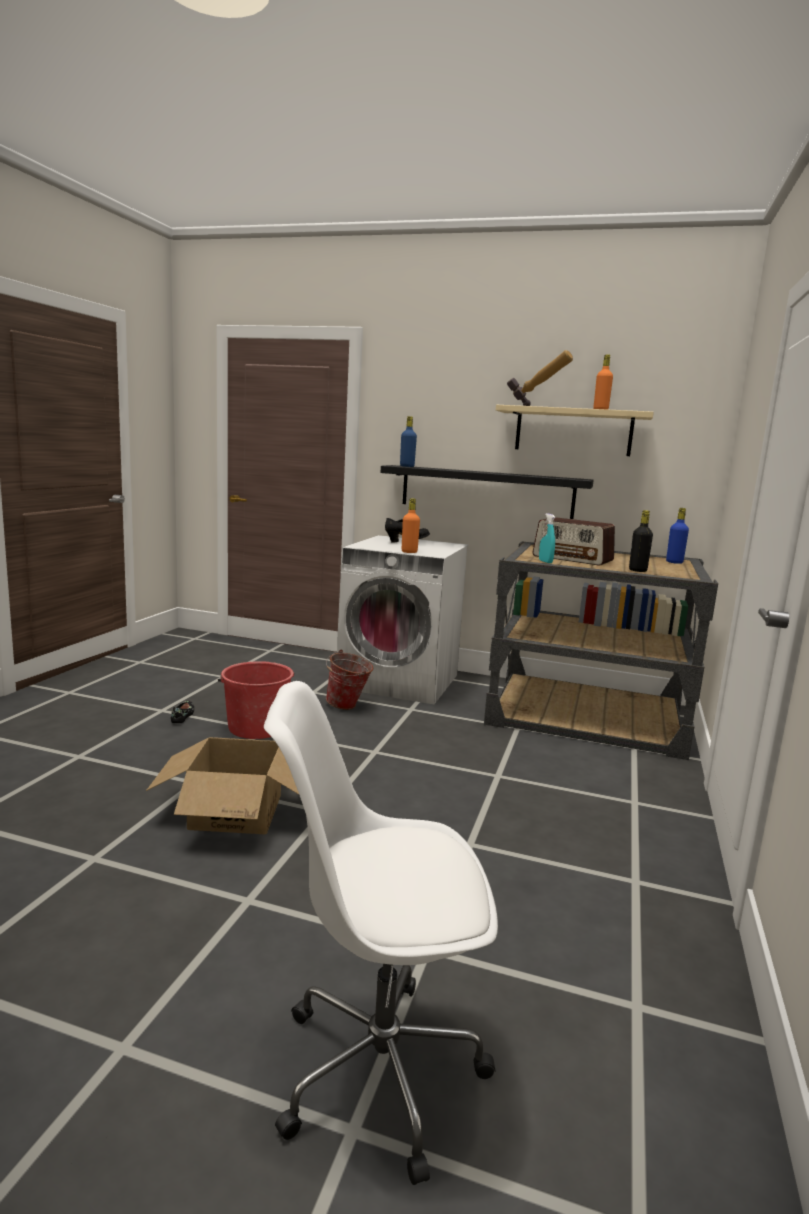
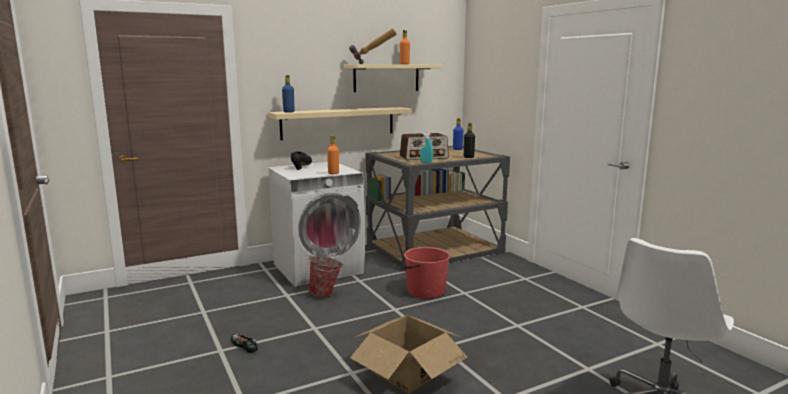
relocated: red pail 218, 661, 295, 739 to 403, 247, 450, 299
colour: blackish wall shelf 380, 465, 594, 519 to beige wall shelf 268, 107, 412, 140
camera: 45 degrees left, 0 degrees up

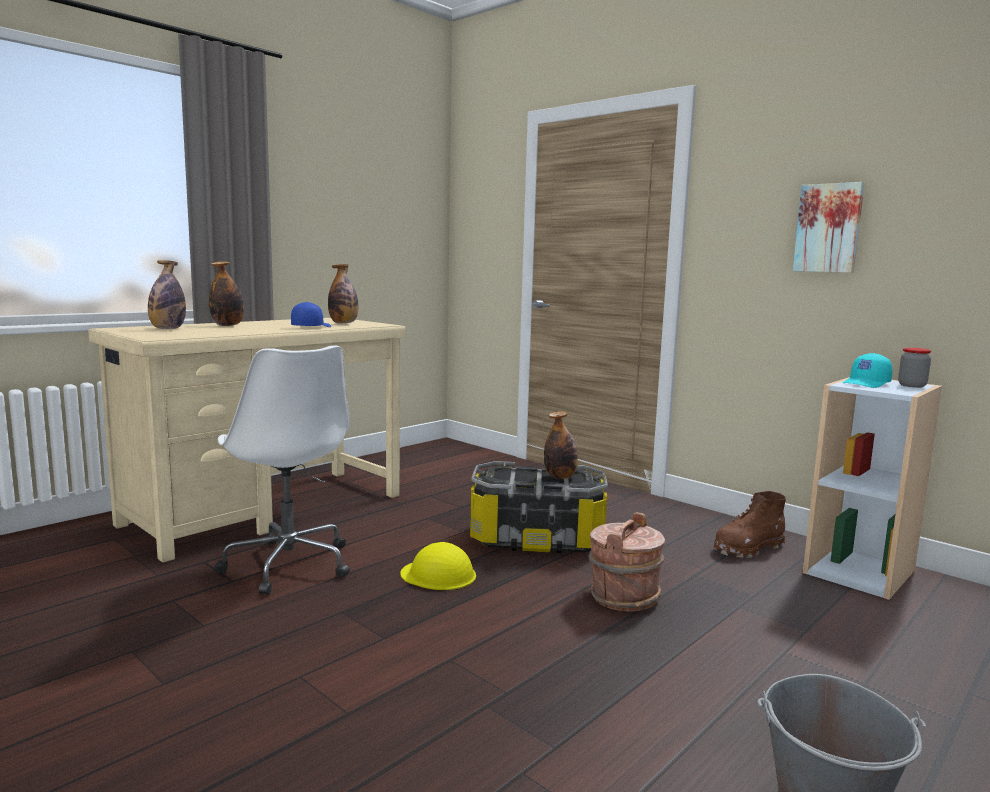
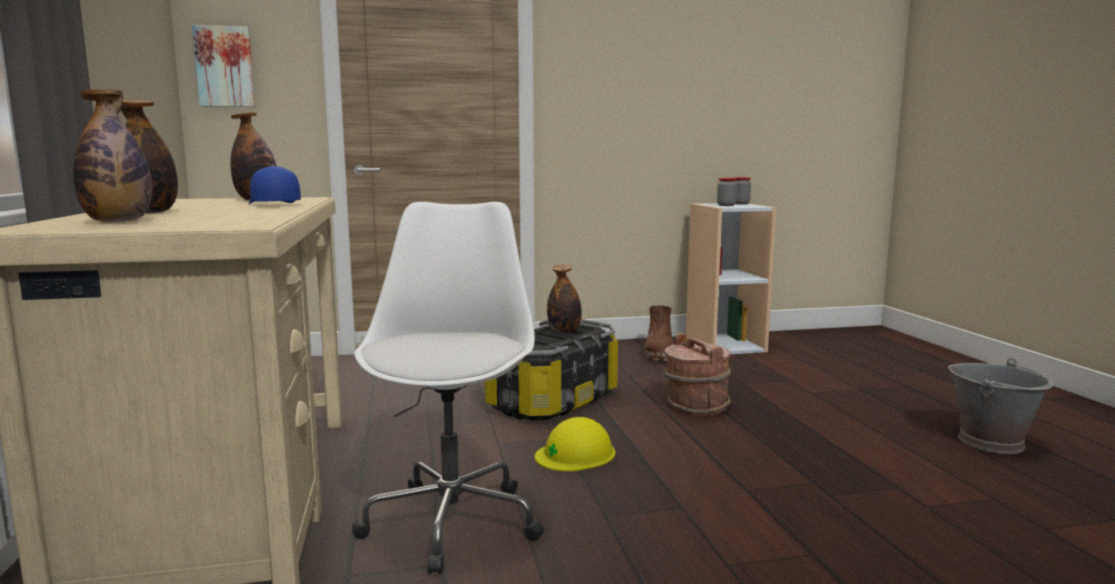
relocated: wall picture 793, 182, 865, 273 to 192, 25, 256, 107
exchanged: turquoise-coloured baseball cap 843, 353, 893, 388 to jar 717, 178, 737, 206
spun: whitish desk chair 214, 346, 350, 595 = 352, 202, 544, 574 90 degrees counterclockwise
camera: 55 degrees left, 0 degrees up

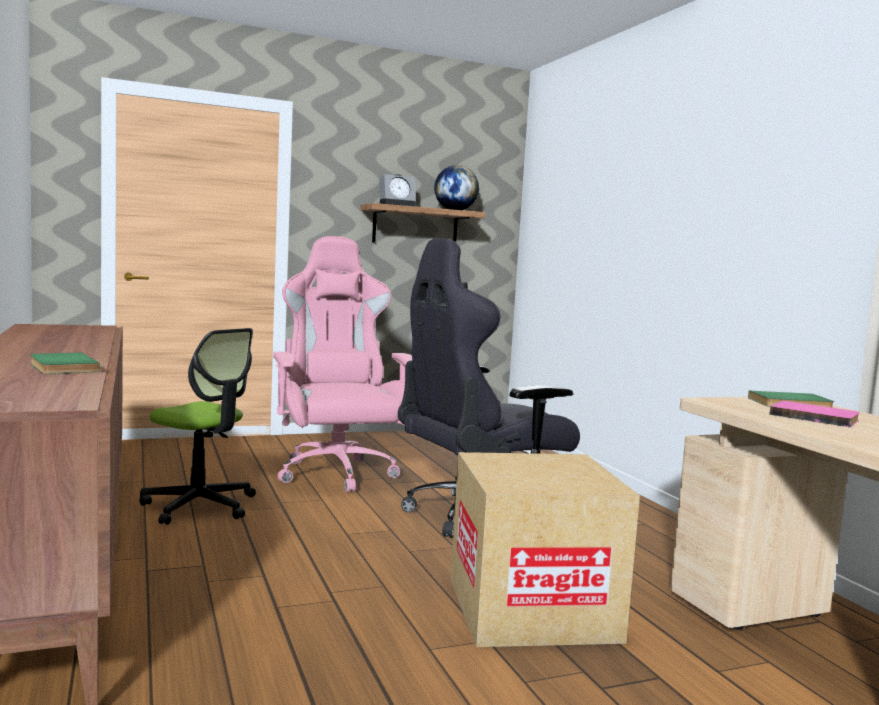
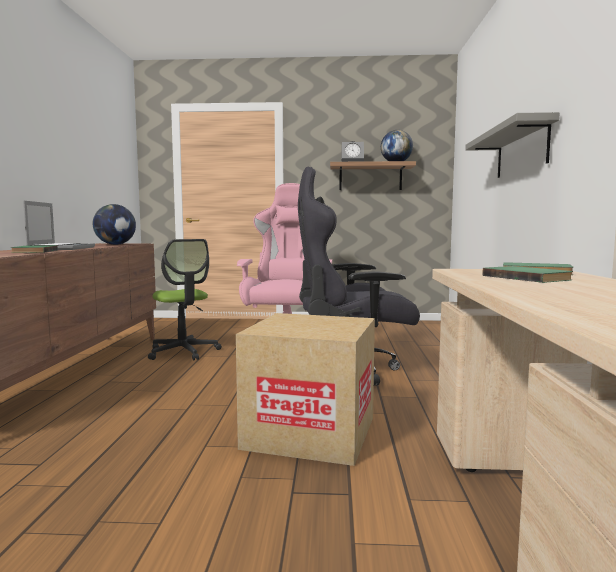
appeared: portable computer 23, 201, 95, 250; desk globe 93, 204, 136, 245; grey wall shelf 465, 112, 559, 178
colour: pinkish bound book 769, 401, 860, 427 to green-coloured bound book 482, 266, 573, 283
camera: 25 degrees right, 0 degrees up

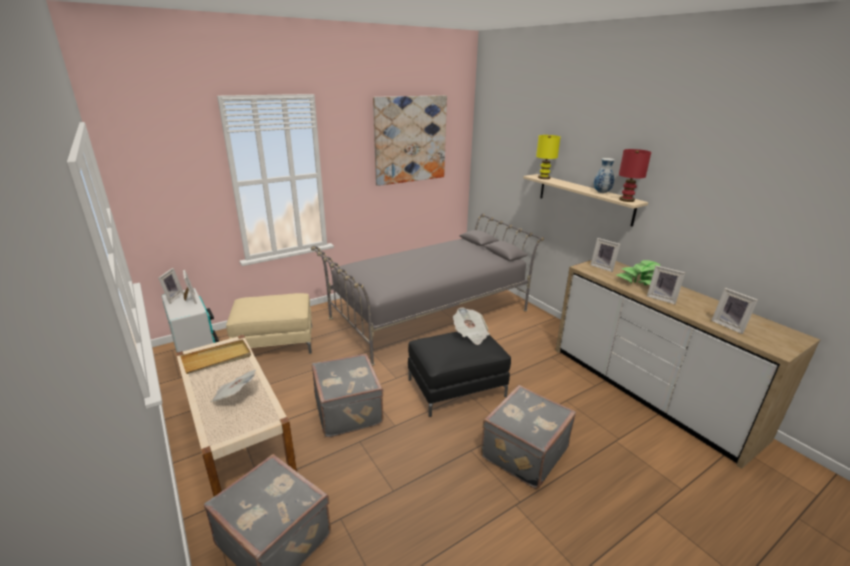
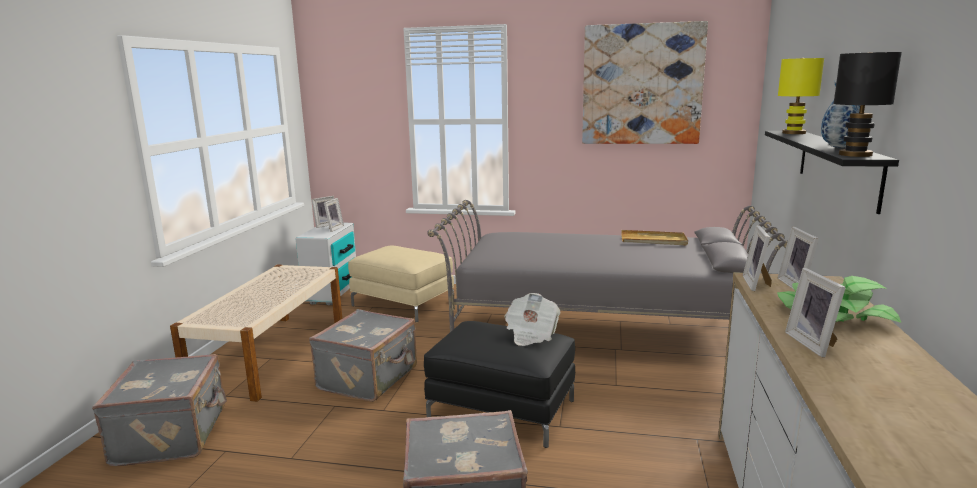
missing: newspaper 211, 370, 256, 402
relocated: beige tray 180, 339, 251, 374 to 621, 230, 688, 246; photo frame 711, 288, 758, 334 to 743, 225, 772, 291
colour: beige wall shelf 523, 174, 648, 227 to blackish wall shelf 765, 131, 899, 214; red tabletop lamp 619, 149, 651, 202 to blackish tabletop lamp 833, 52, 902, 157
camera: 45 degrees right, 10 degrees down

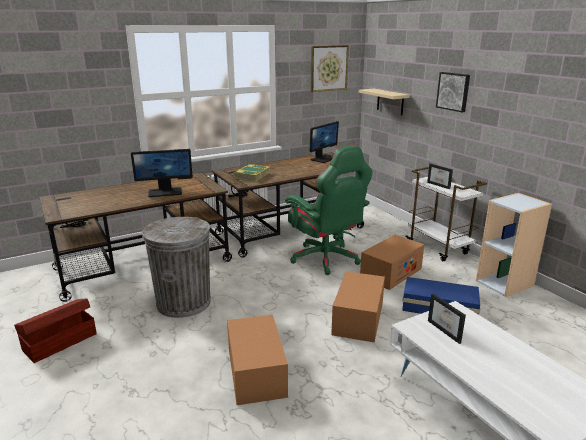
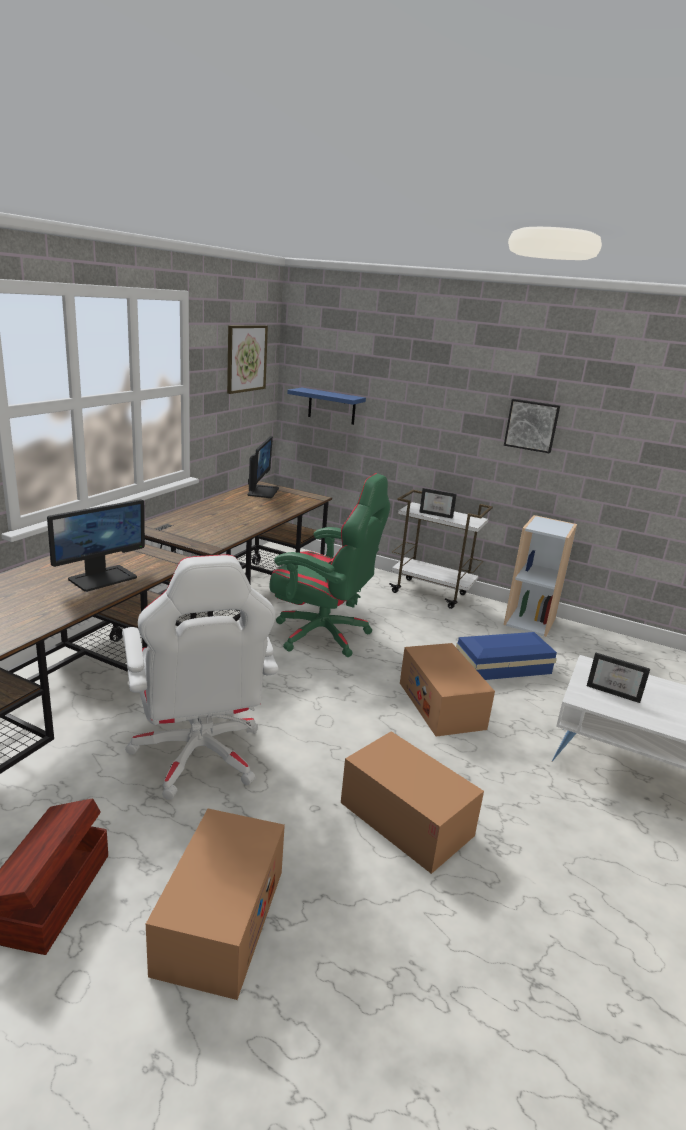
missing: bound book 233, 164, 270, 181
relocated: packing box 360, 235, 424, 290 to 146, 809, 285, 1000; wall picture 436, 72, 470, 112 to 504, 399, 560, 454
exchanged: grey rubbish bin 142, 217, 211, 318 to whitish desk chair 122, 555, 279, 800
colour: beige wall shelf 359, 89, 410, 115 to blue wall shelf 287, 387, 366, 425
camera: 35 degrees left, 0 degrees up

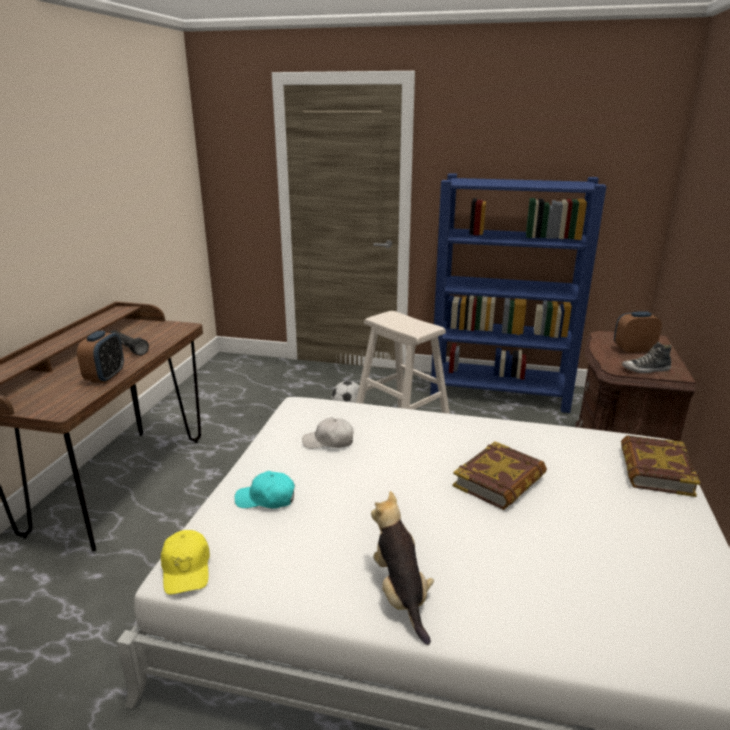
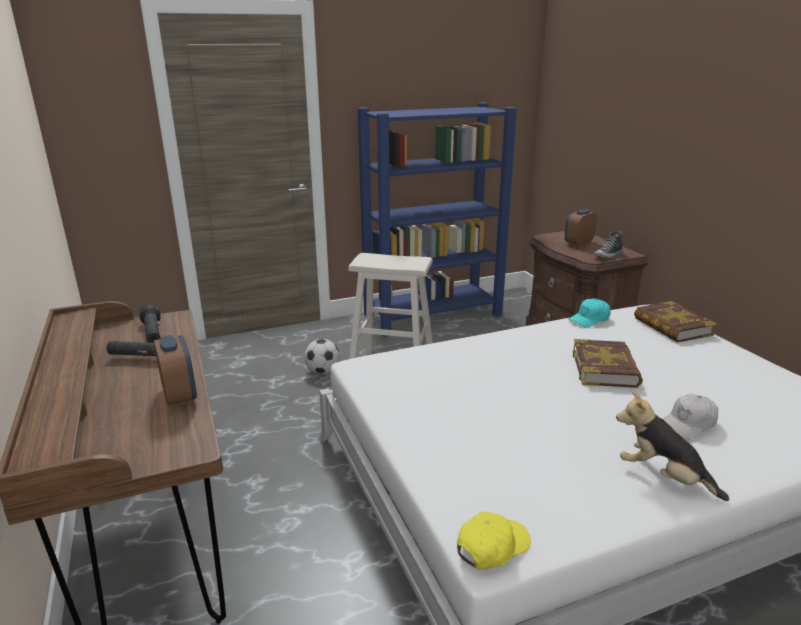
appeared: blackish flashlight 139, 304, 161, 343
relocated: turquoise-coloured baseball cap 235, 471, 295, 508 to 568, 298, 611, 327; whitish baseball cap 302, 417, 354, 449 to 663, 394, 718, 439
spun: yellow baseball cap 161, 530, 210, 595 = 457, 512, 531, 570 75 degrees counterclockwise
camera: 35 degrees left, 0 degrees up

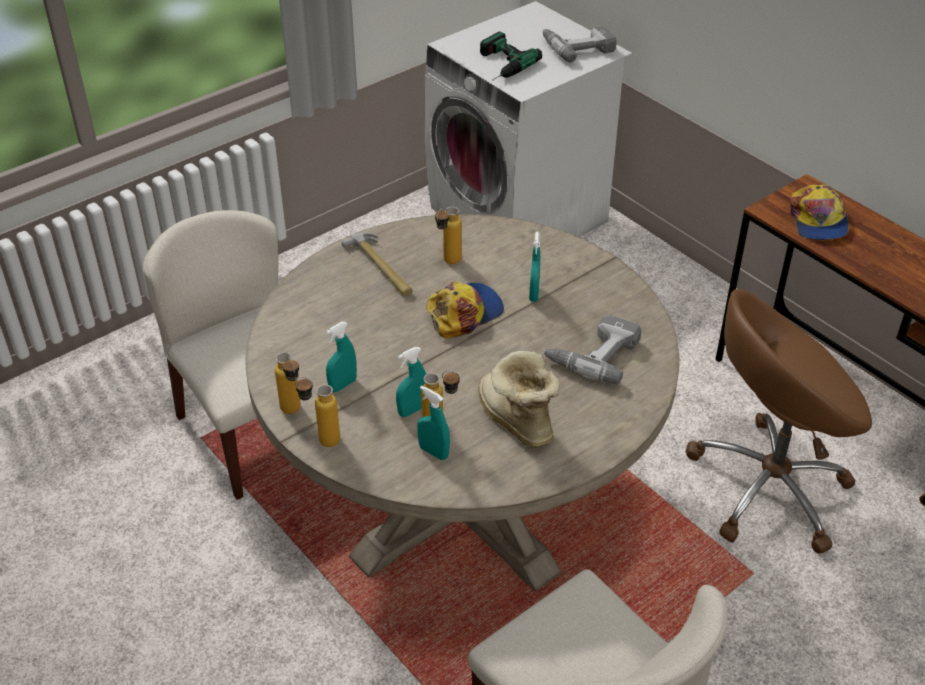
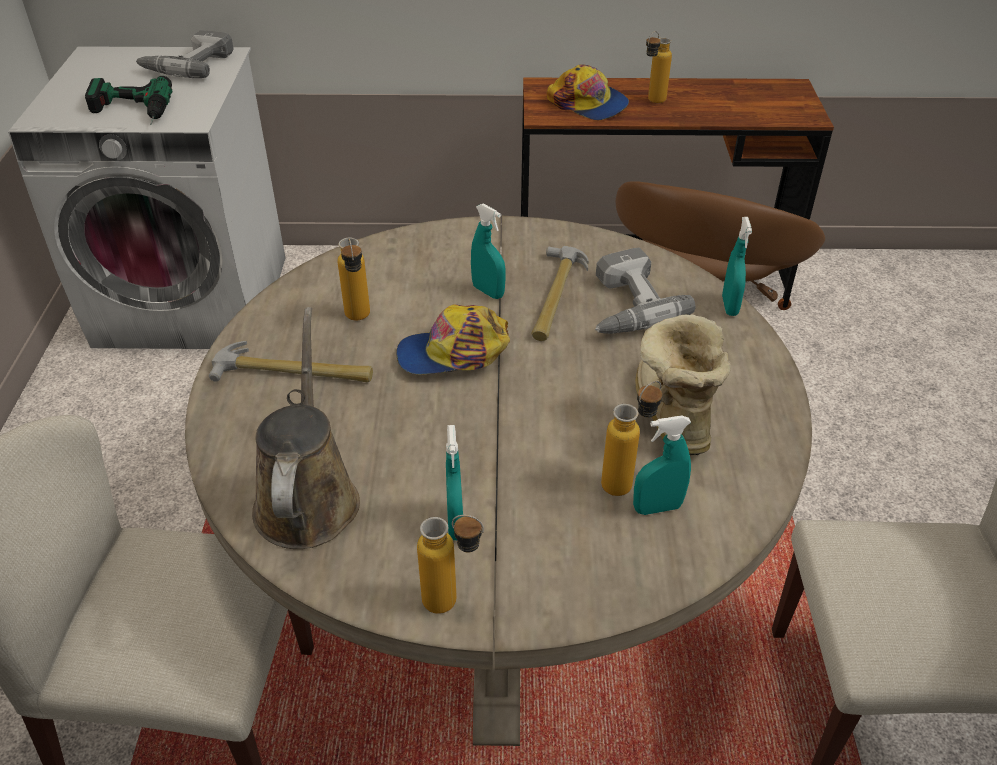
appeared: brown watering pot 252, 307, 360, 549; tool hammer 531, 246, 589, 341
relocated: drink bottle 294, 377, 340, 447 to 646, 31, 672, 103; turquoise-coloured sprayer 396, 347, 426, 417 to 722, 217, 752, 316
spun: baseball cap 426, 281, 504, 338 = 396, 305, 510, 374 105 degrees counterclockwise; boot 478, 351, 560, 447 = 635, 315, 731, 455 75 degrees clockwise
camera: 50 degrees left, 0 degrees up

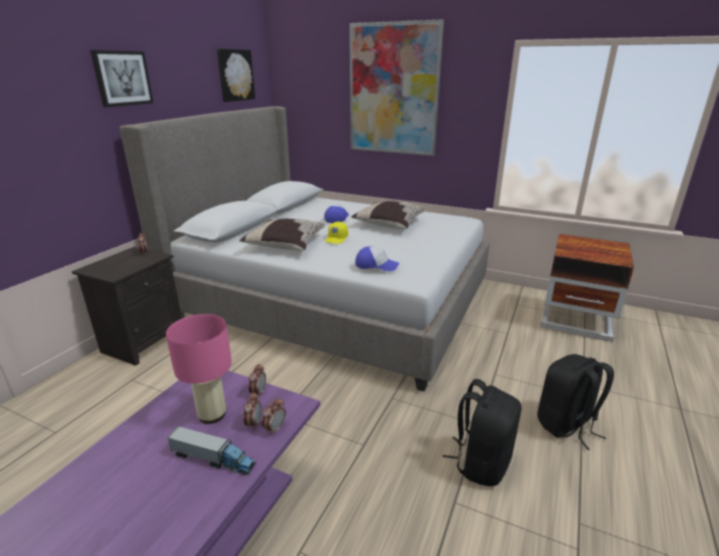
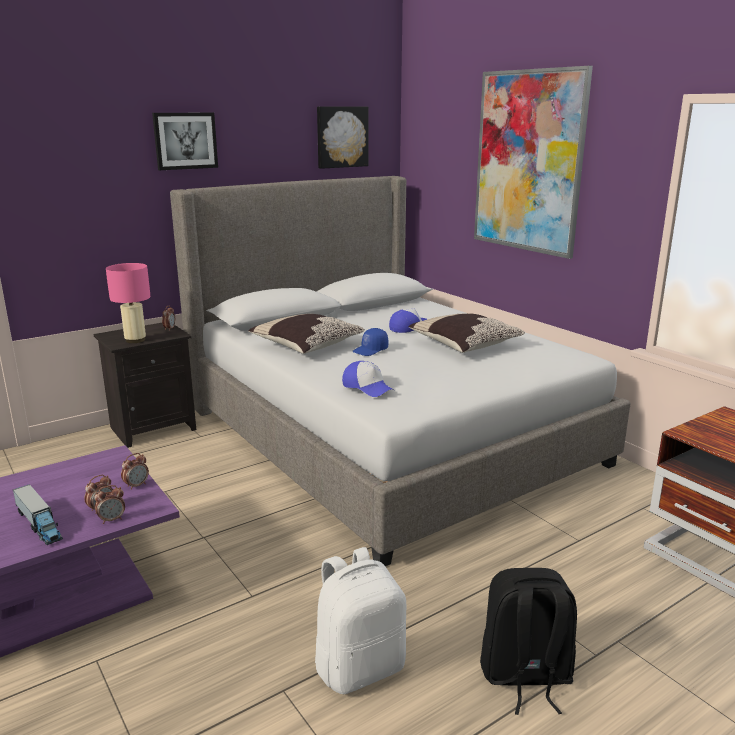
relocated: pinkish tabletop lamp 166, 314, 232, 424 to 106, 263, 150, 343
colour: yellow baseball cap 325, 222, 348, 244 to blue baseball cap 353, 328, 388, 356; blackish backpack 443, 379, 521, 486 to whitish backpack 315, 547, 406, 694
camera: 30 degrees right, 5 degrees down

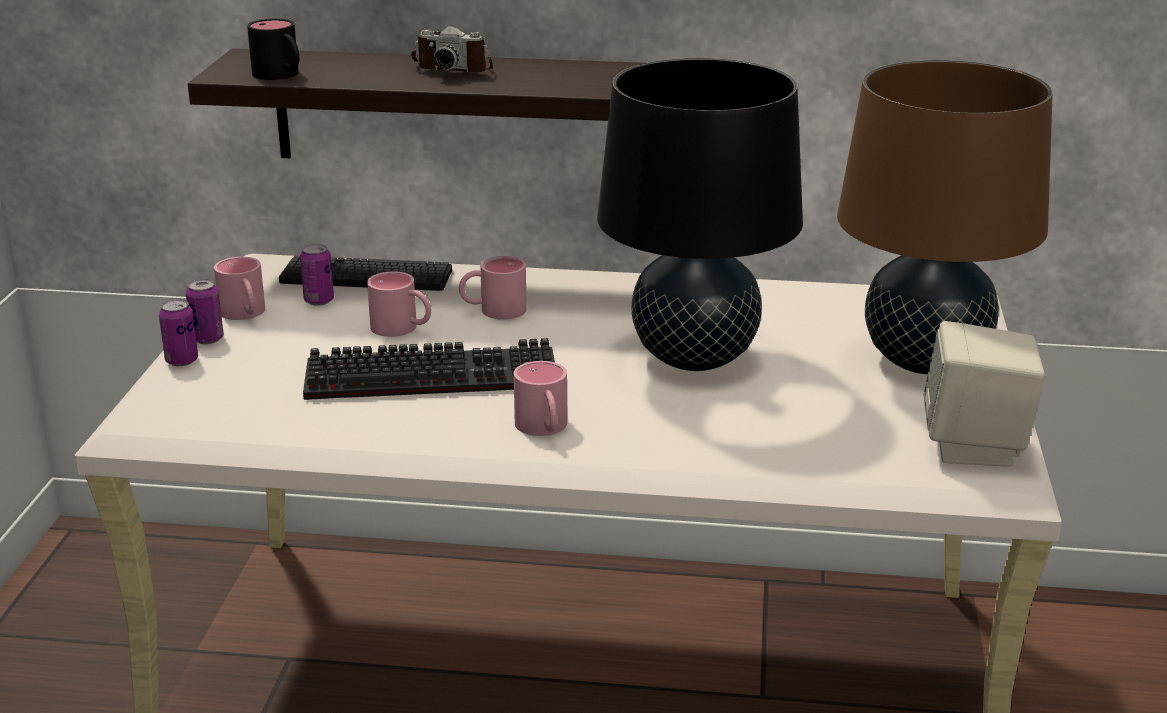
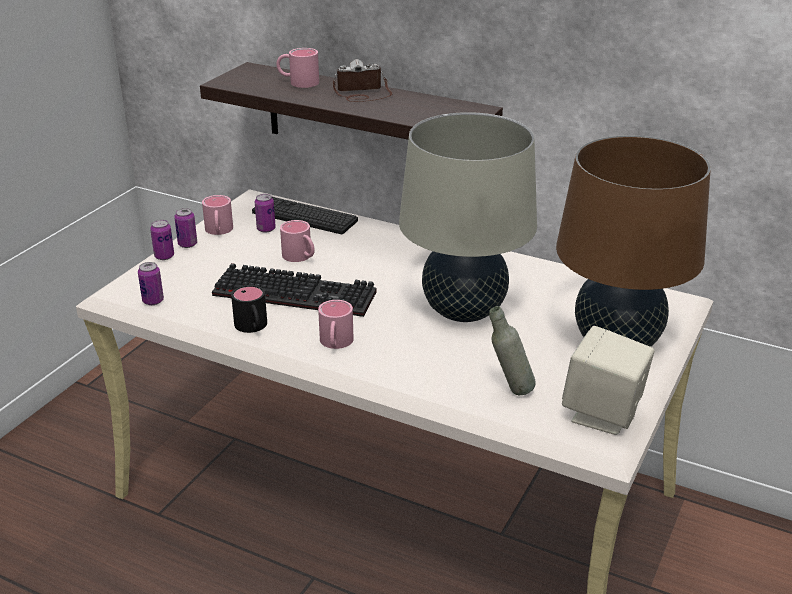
appeared: sealed can 138, 262, 164, 305; grey drink bottle 489, 306, 536, 395
relocated: blackish mug 247, 19, 299, 80 to 231, 285, 267, 333; pinkish mug 459, 256, 527, 320 to 276, 48, 319, 88
colour: blackish tabletop lamp 597, 58, 803, 371 to beige tabletop lamp 399, 112, 537, 322
spun: photo camera 411, 26, 493, 72 = 333, 59, 393, 102 135 degrees clockwise
camera: 20 degrees right, 5 degrees up

